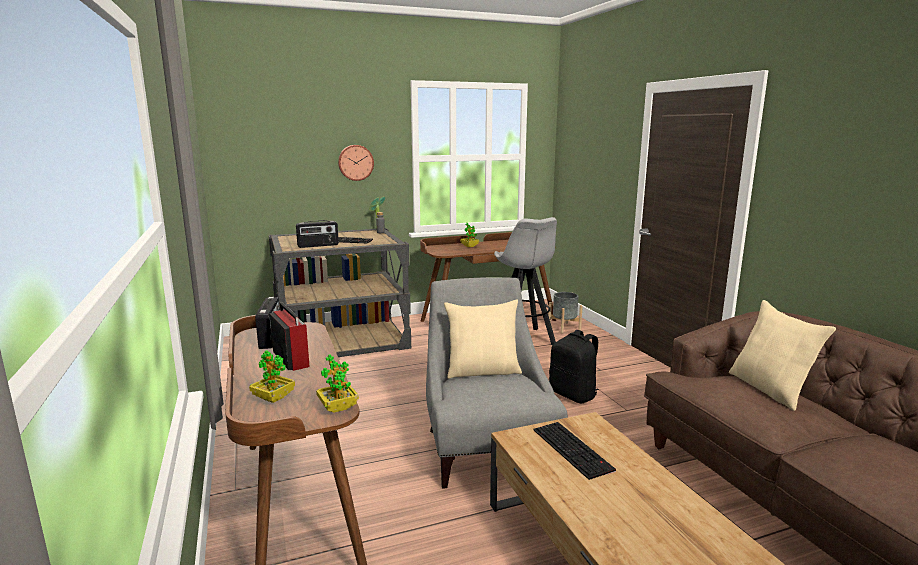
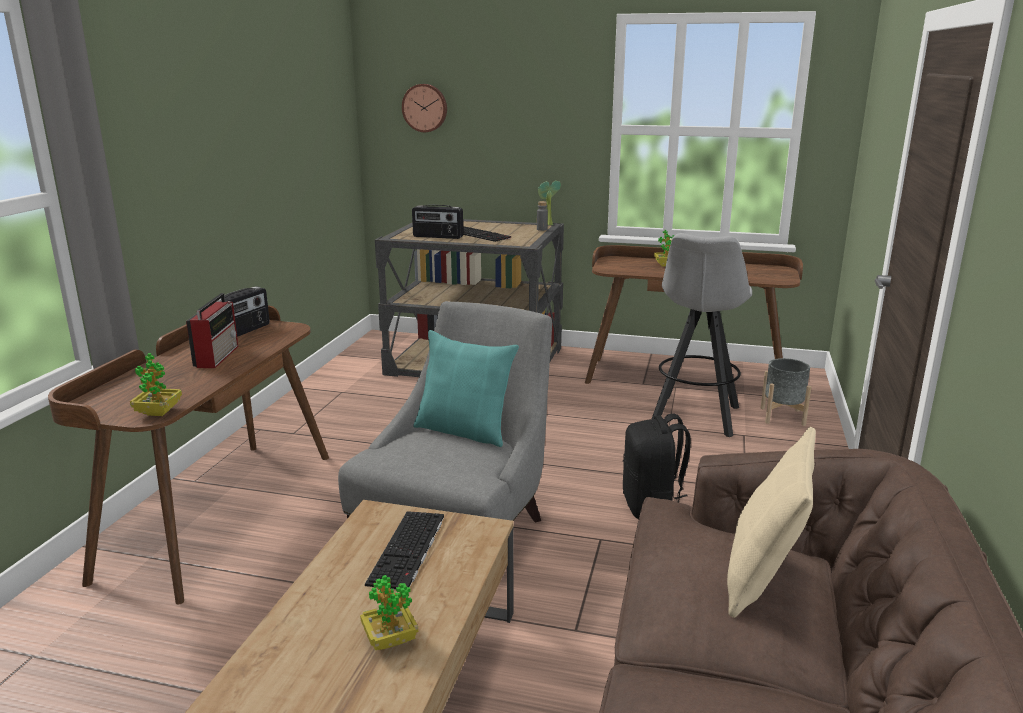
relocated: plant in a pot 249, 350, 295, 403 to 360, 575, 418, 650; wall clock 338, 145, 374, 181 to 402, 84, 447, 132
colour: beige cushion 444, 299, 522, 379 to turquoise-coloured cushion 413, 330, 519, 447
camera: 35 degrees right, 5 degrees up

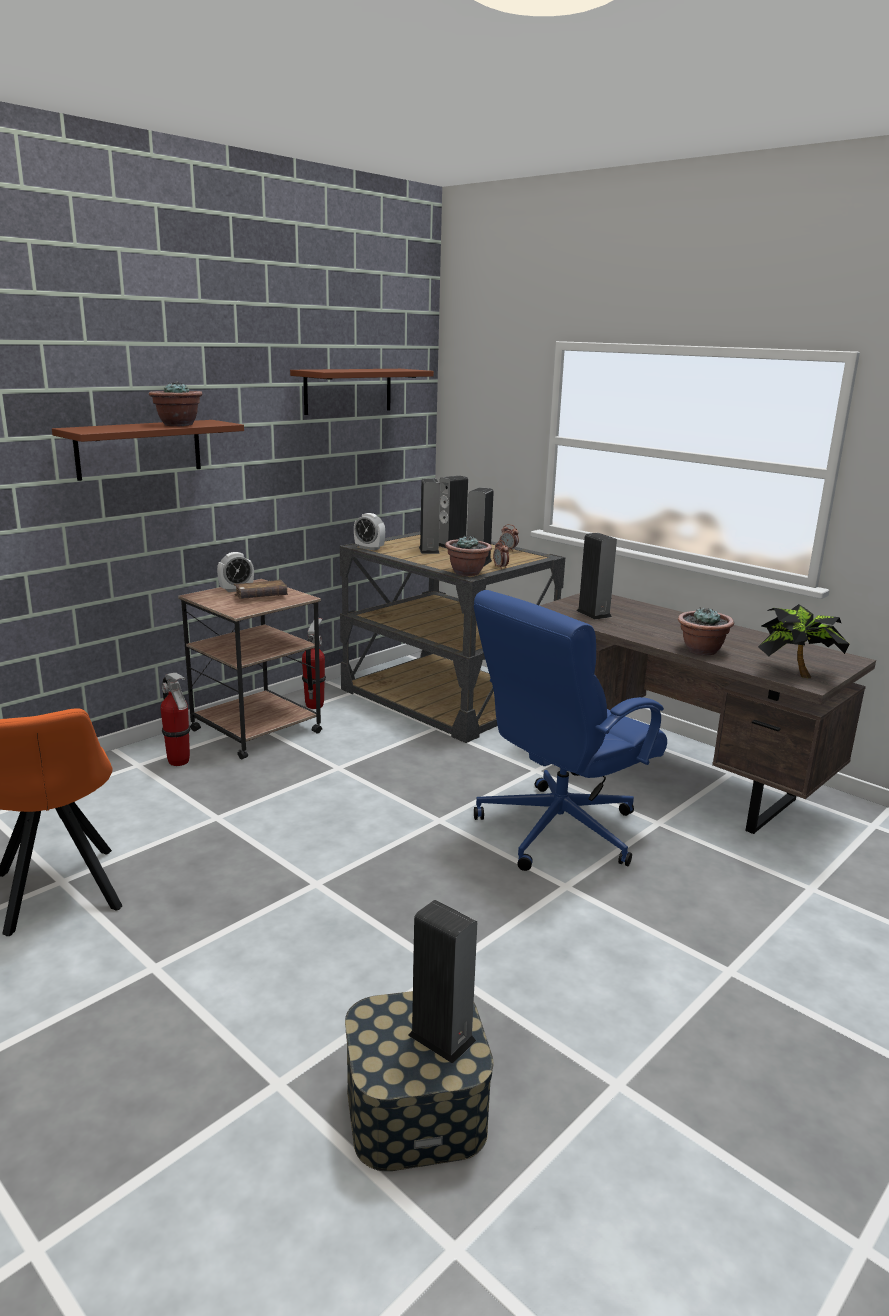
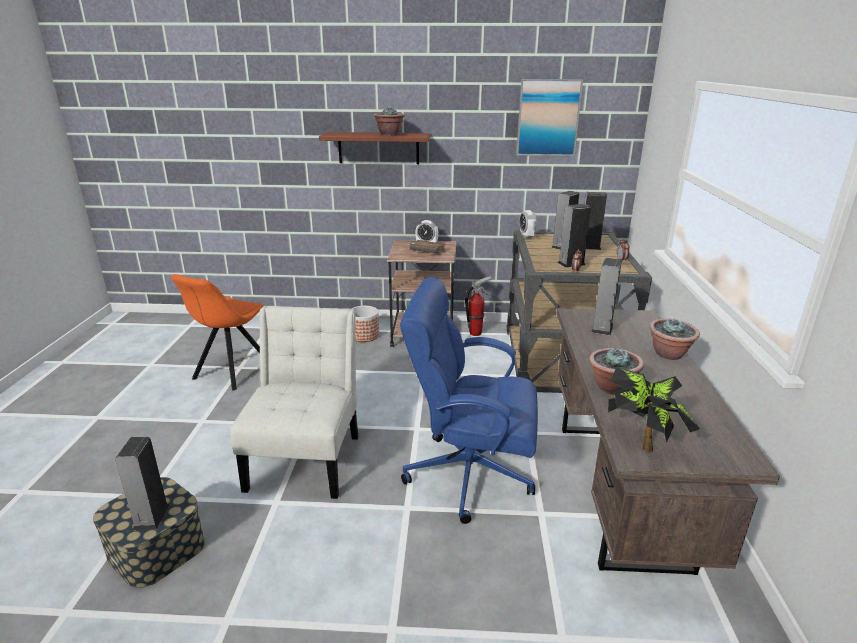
appeared: whitish plain chair 230, 306, 359, 499
relocated: plant in a pot 445, 535, 492, 576 to 649, 318, 700, 360
exchanged: fire-fighting cylinder 160, 673, 191, 766 to flower pot 351, 306, 379, 342; brown wall shelf 290, 369, 434, 415 to wall picture 516, 79, 583, 156
camera: 50 degrees right, 5 degrees up

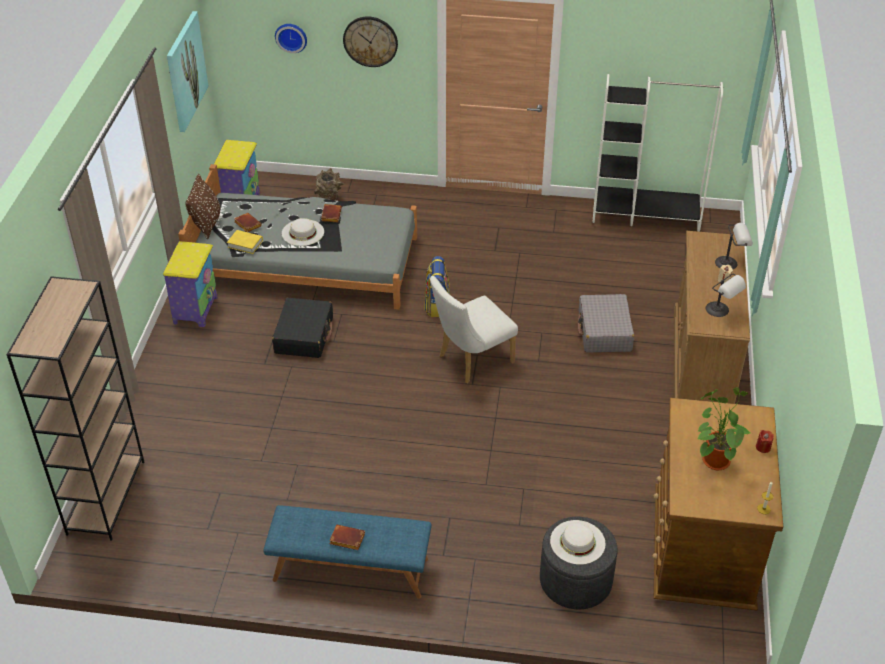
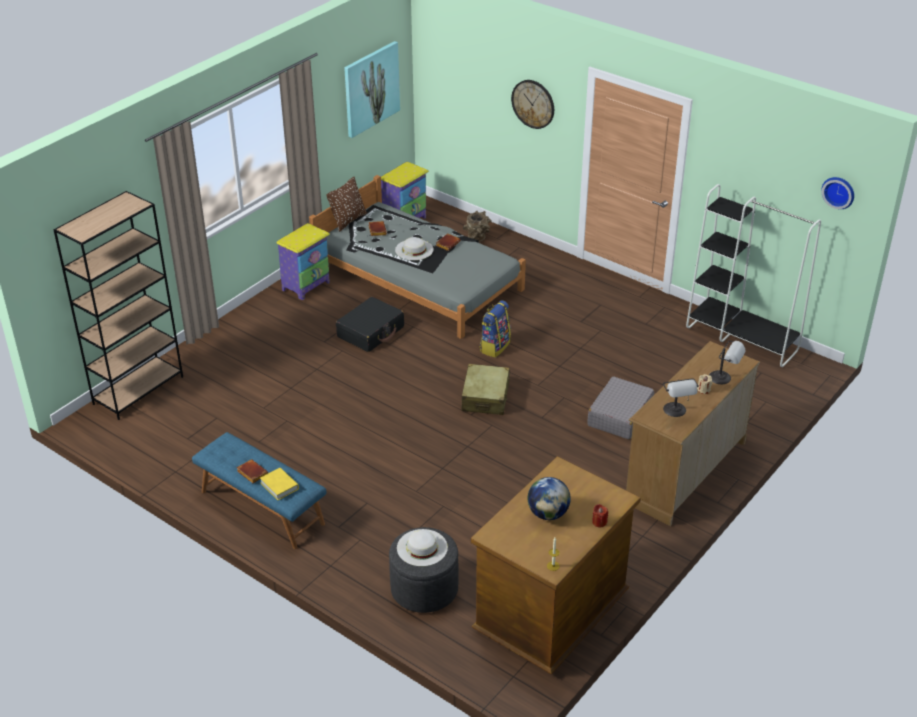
relocated: yellow bound book 227, 230, 263, 254 to 260, 468, 299, 500; wall clock 275, 24, 307, 53 to 821, 177, 854, 209
exchanged: whitish plain chair 430, 276, 518, 383 to beige suitcase 461, 364, 510, 415; plant in a pot 697, 387, 752, 471 to desk globe 528, 477, 571, 520
camera: 30 degrees right, 5 degrees down

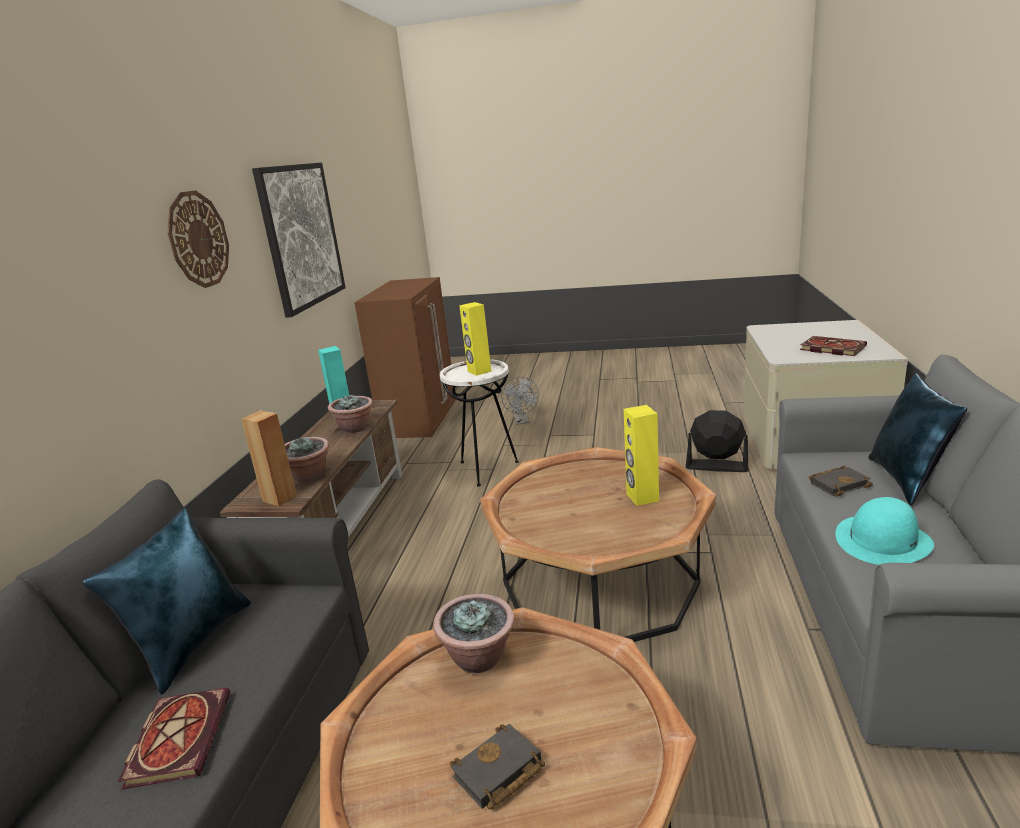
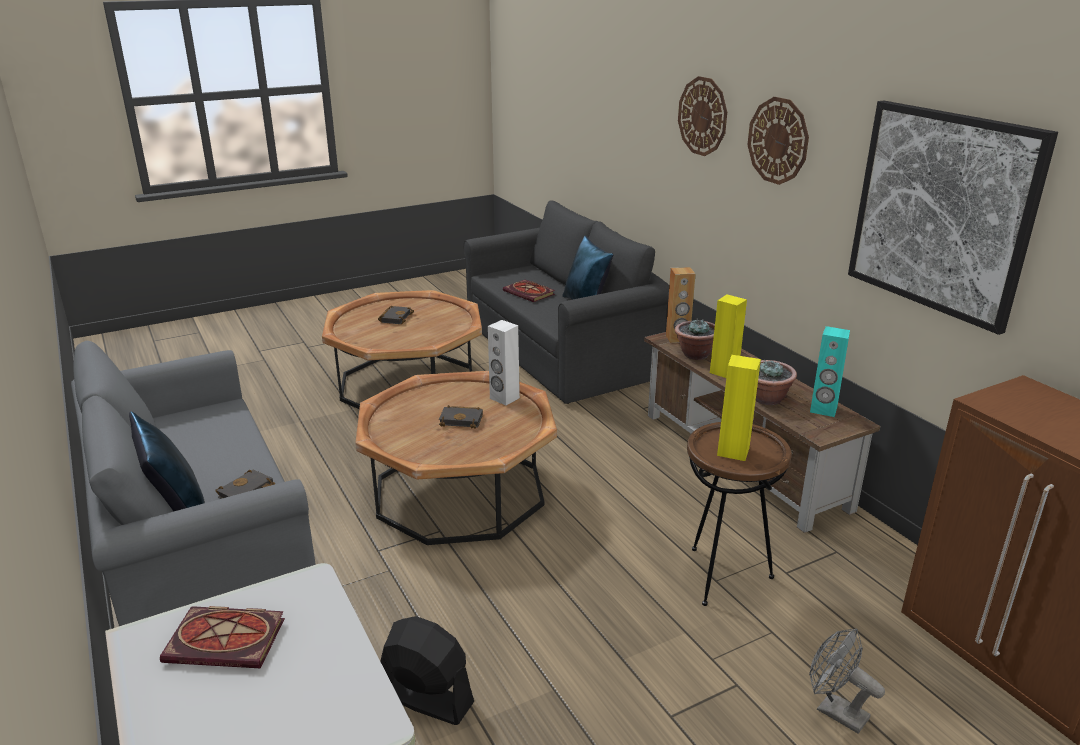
missing: plant in a pot 433, 594, 515, 674; turquoise-coloured wearable hat 835, 497, 934, 565
appeared: blackish bound book 439, 405, 483, 429; whitish audio speaker 488, 320, 520, 405; wall clock 678, 76, 727, 156
relocated: yellow audio speaker 624, 405, 659, 506 to 710, 294, 747, 378
colour: whitish end table 440, 359, 519, 487 to brown end table 687, 422, 792, 606
spun: blackish electric fan 686, 410, 748, 472 = 380, 616, 474, 725 135 degrees counterclockwise
camera: 140 degrees right, 5 degrees up

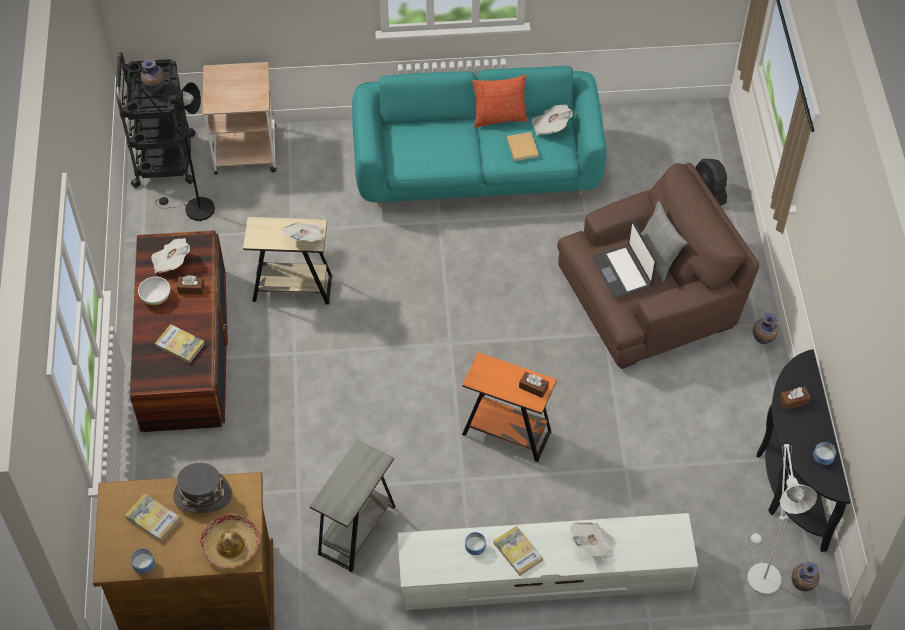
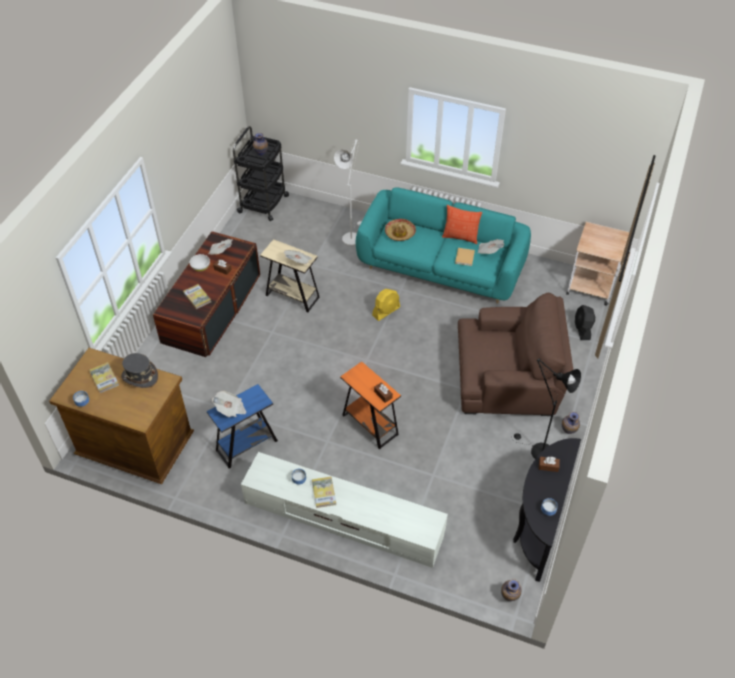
missing: portable computer 592, 220, 657, 298; grey cushion 641, 201, 687, 282
appeared: yellow electric fan 372, 289, 400, 321
relocated: blackish floor lamp 140, 82, 215, 221 to 511, 358, 581, 459; wearable hat 200, 514, 260, 569 to 385, 219, 416, 241; beige trolley 203, 62, 277, 175 to 566, 222, 630, 306; newspaper 570, 522, 617, 558 to 212, 391, 247, 417; whitish floor lamp 745, 444, 817, 595 to 334, 139, 362, 246
colour: grey end table 310, 439, 396, 572 to blue end table 207, 384, 278, 469
camera: 25 degrees right, 5 degrees down

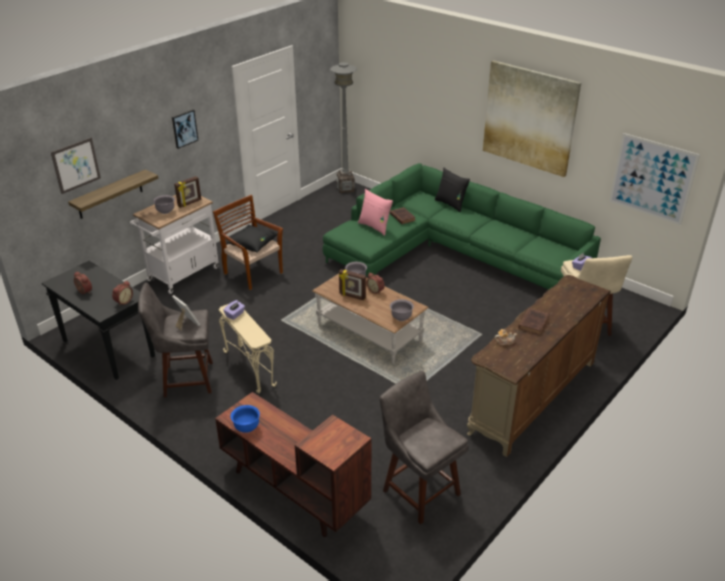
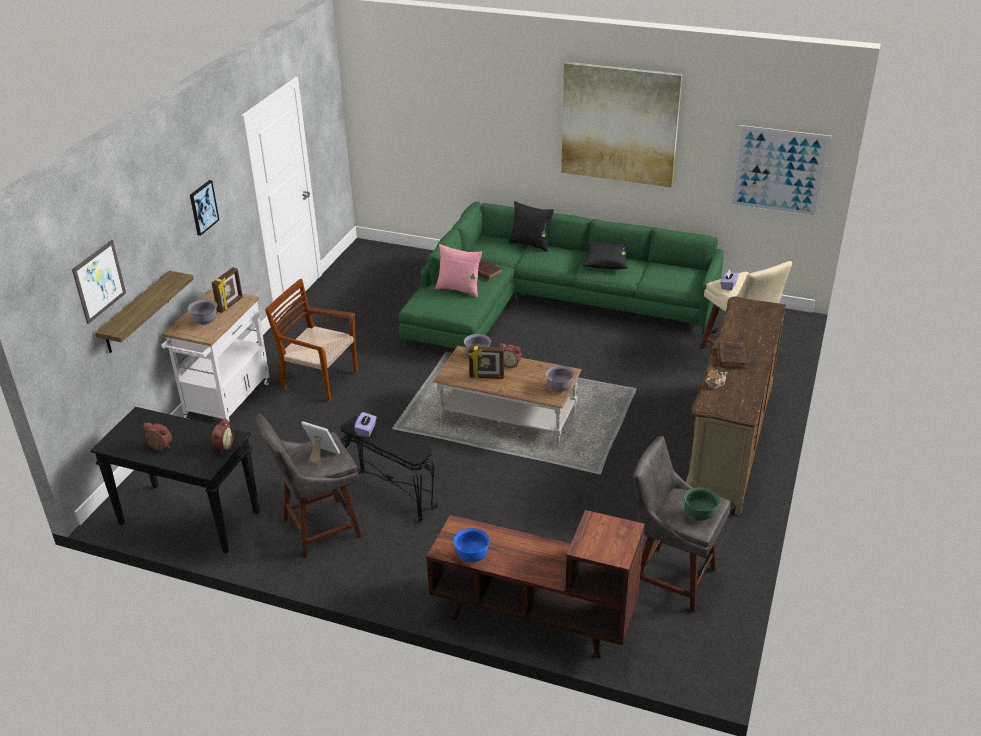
missing: grey floor lamp 330, 62, 357, 193
appeared: green-coloured deep dish 684, 487, 720, 521
relocated: blackish cushion 227, 225, 278, 253 to 582, 242, 628, 269
colour: beige end table 219, 304, 277, 393 to blackish end table 341, 415, 437, 522
camera: 20 degrees left, 0 degrees up

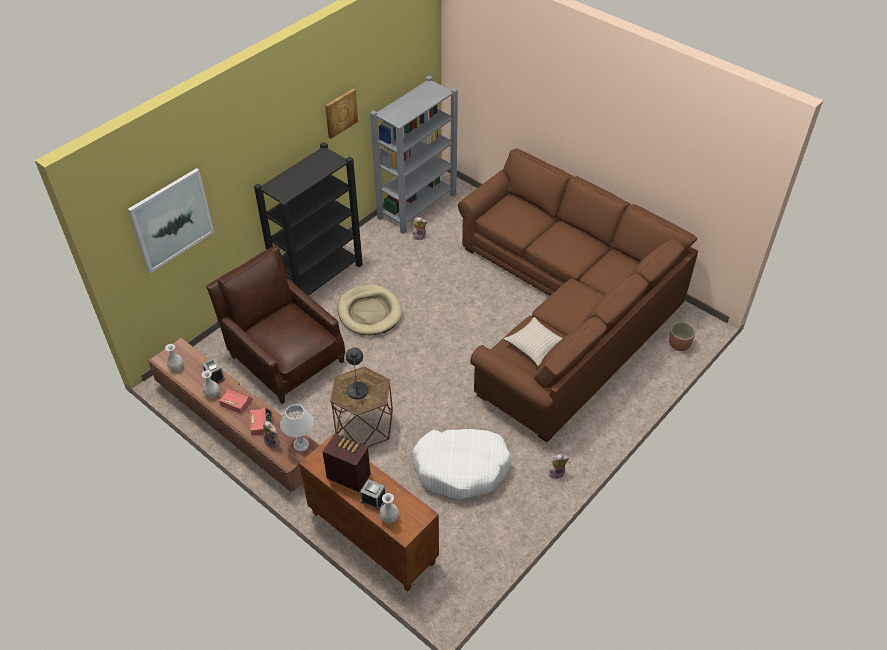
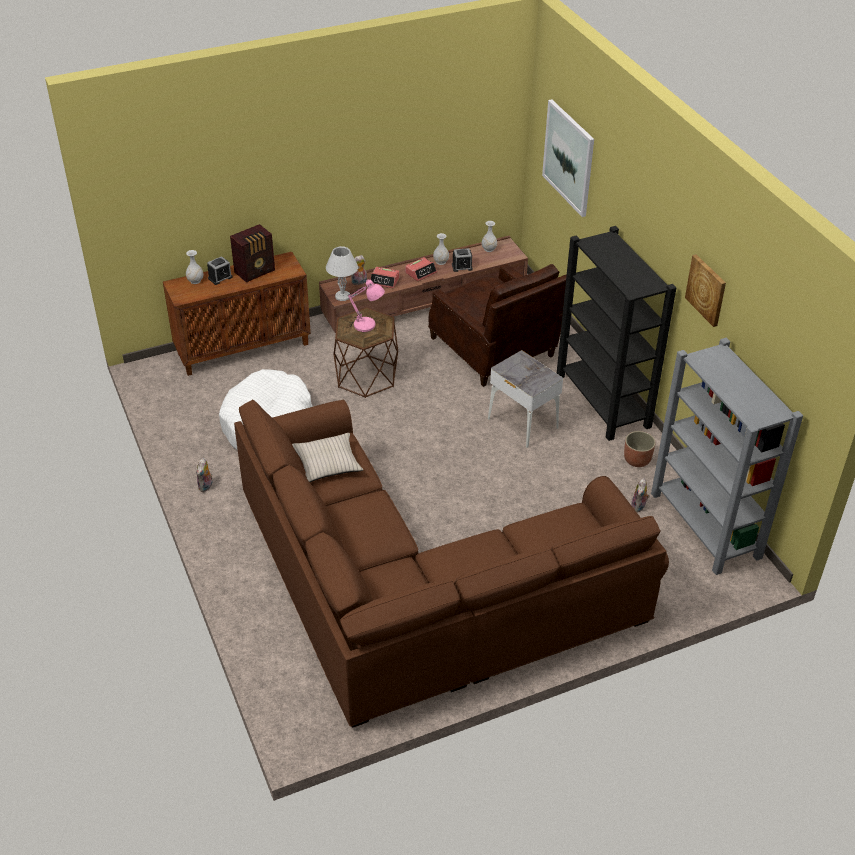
relocated: flower pot 669, 322, 696, 351 to 624, 431, 656, 467
exchanged: beige dog bed 338, 285, 402, 335 to end table 488, 350, 563, 448
colour: grey tabletop lamp 346, 347, 368, 399 to pinkish tabletop lamp 347, 279, 385, 332
spun: brown easy chair 206, 245, 346, 404 = 428, 264, 567, 387 75 degrees clockwise
camera: 115 degrees right, 5 degrees down

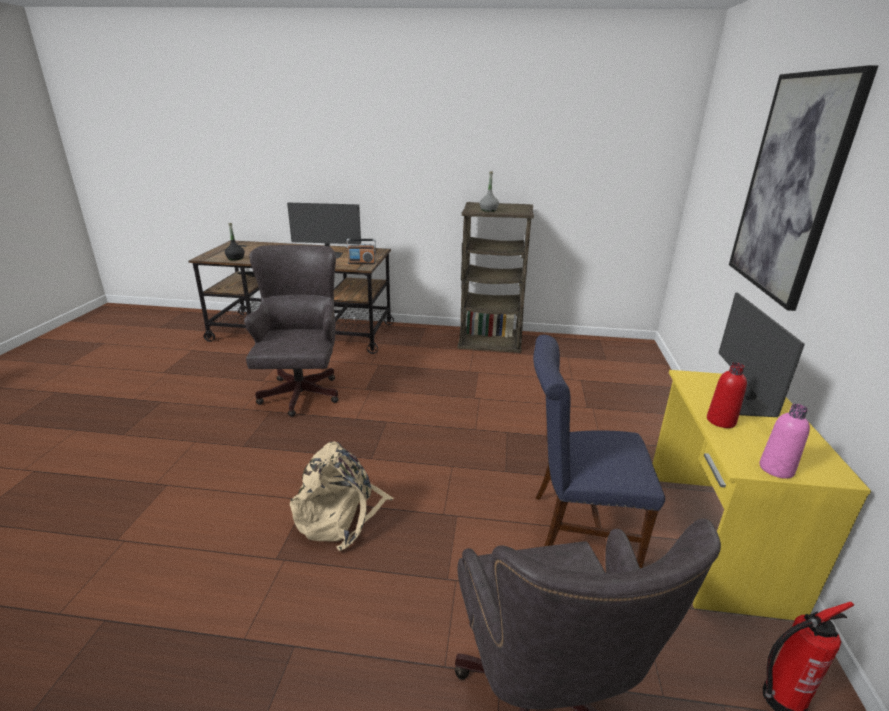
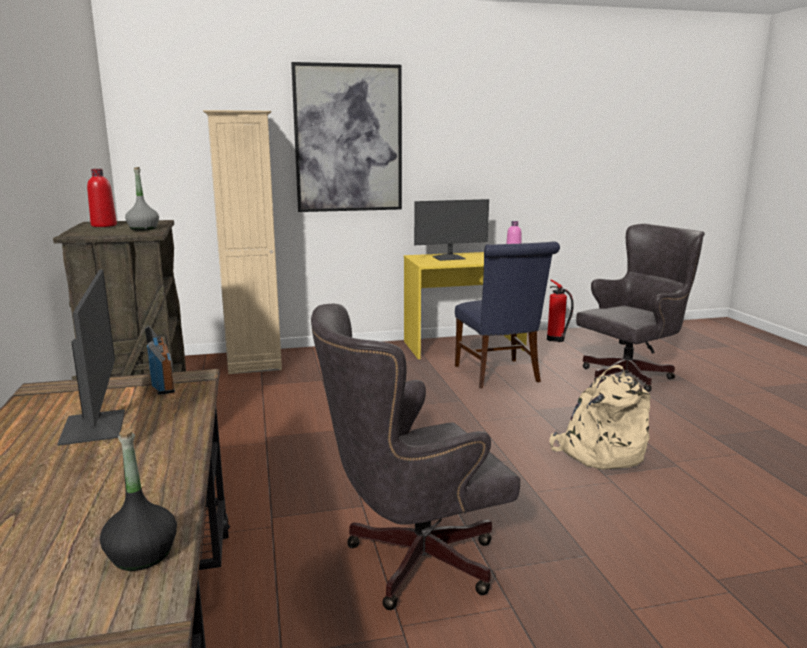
appeared: beige cupboard 203, 110, 282, 374
relocated: red drink bottle 707, 362, 747, 428 to 87, 169, 117, 227
camera: 110 degrees left, 10 degrees down

